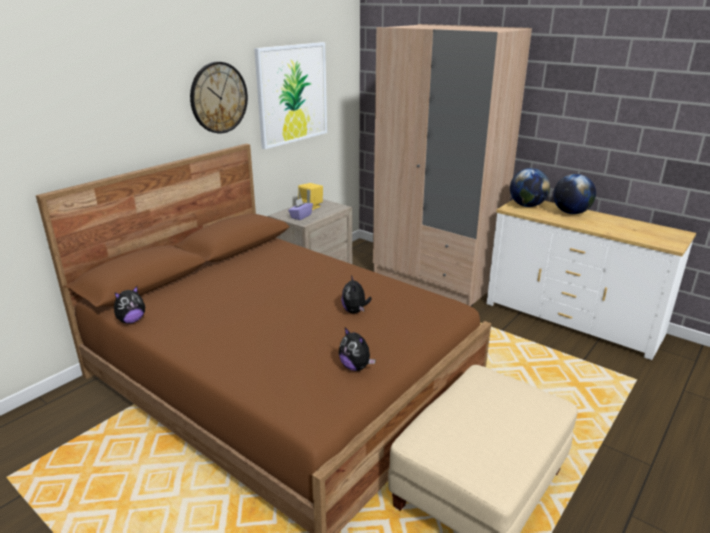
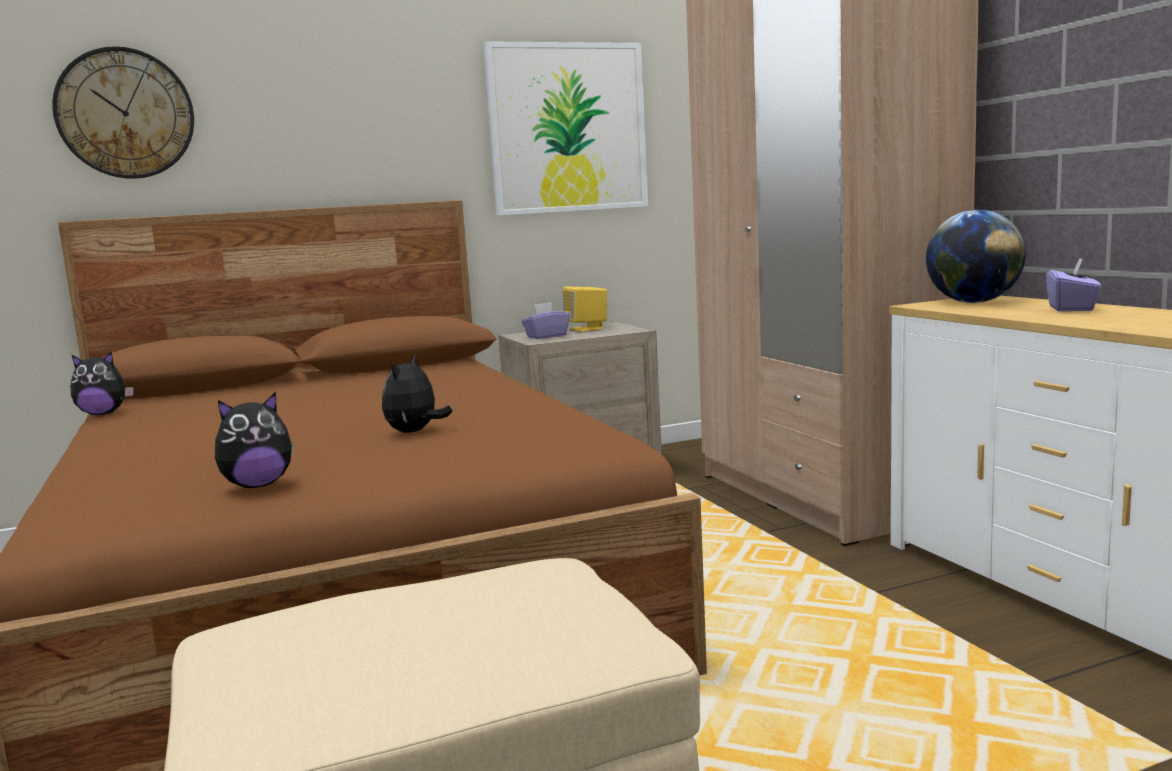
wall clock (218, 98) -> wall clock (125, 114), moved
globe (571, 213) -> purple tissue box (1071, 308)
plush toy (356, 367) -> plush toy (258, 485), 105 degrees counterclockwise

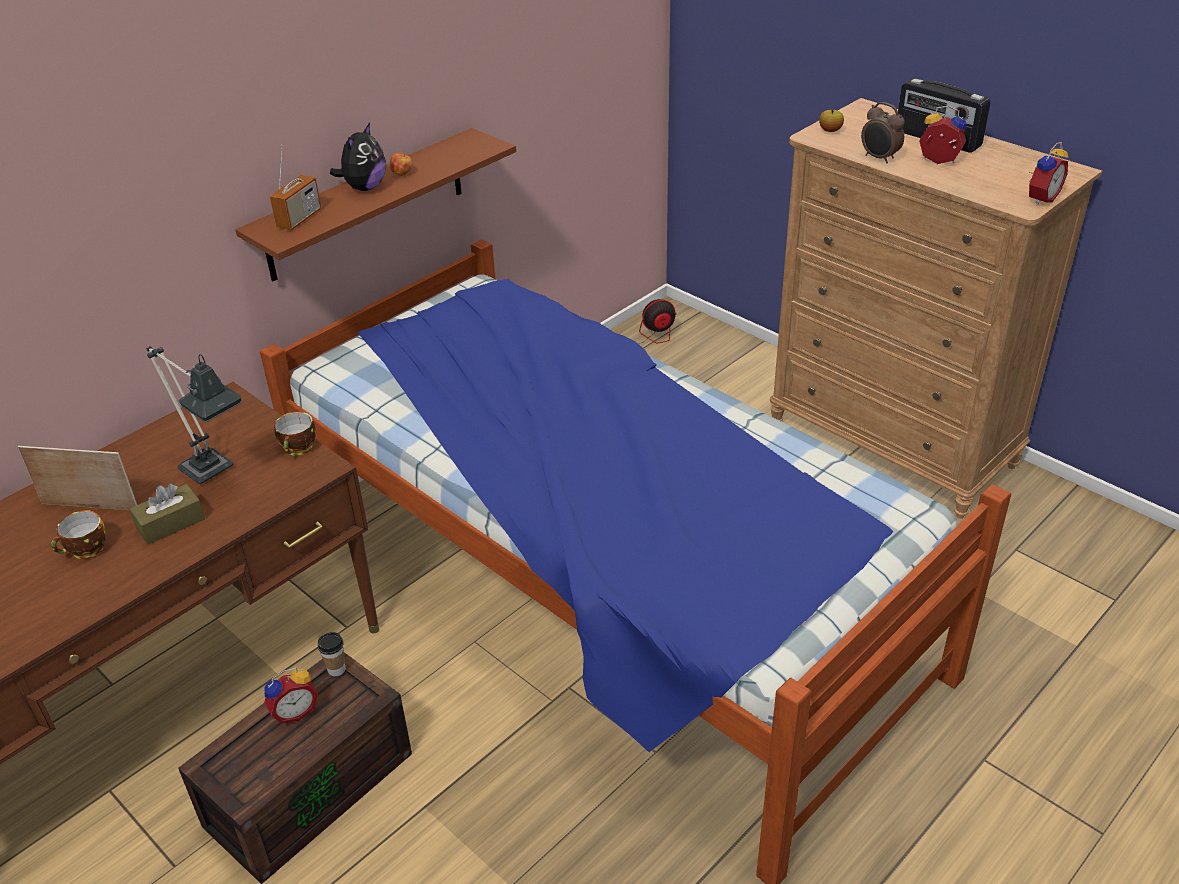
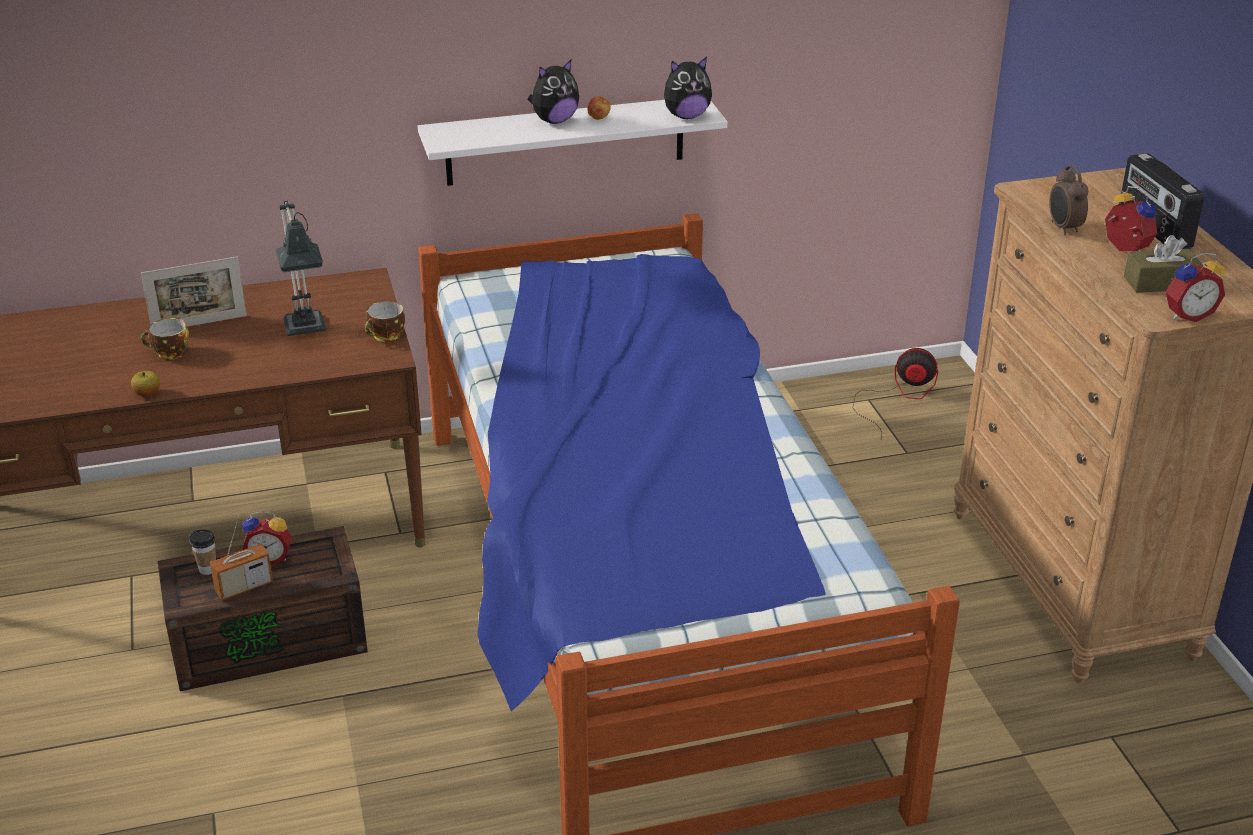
apple (830, 130) -> apple (147, 394), moved
brown shelf (366, 205) -> white shelf (565, 140)
radio (299, 219) -> radio (244, 587), moved
picture frame (90, 507) -> picture frame (199, 324), 120 degrees clockwise
brown tissue box (171, 523) -> brown tissue box (1160, 283), moved
cup (336, 669) -> cup (207, 569), moved
none -> plush toy (686, 116)

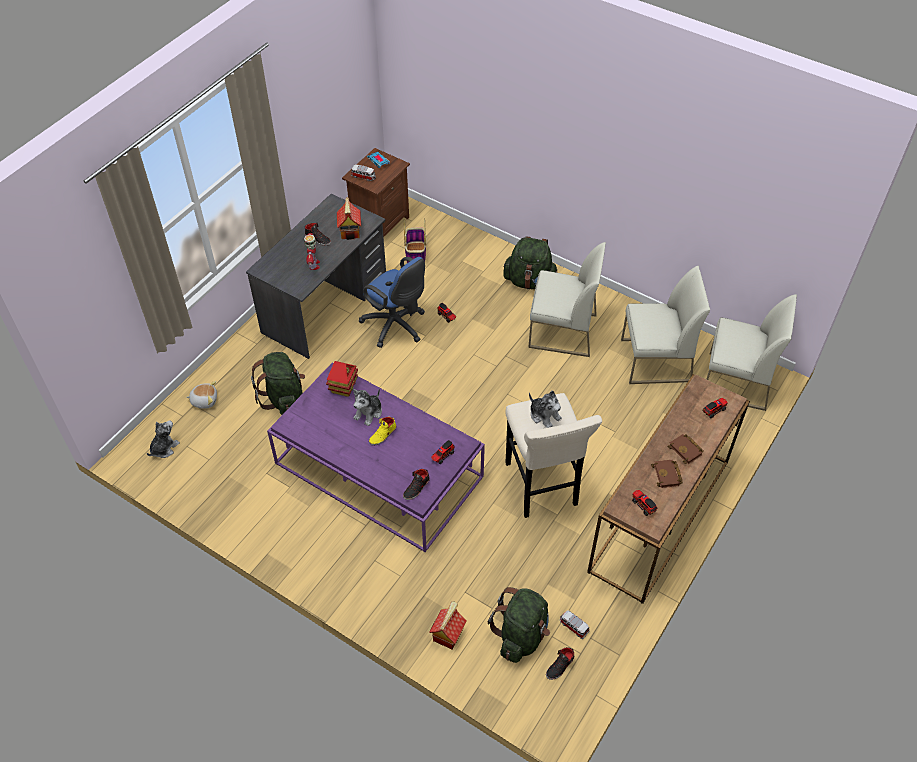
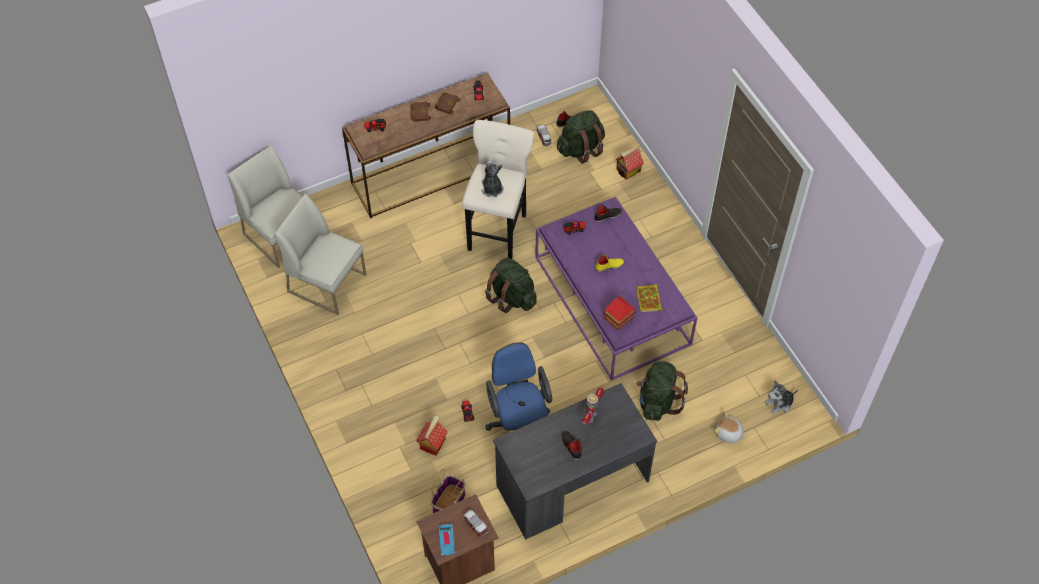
toy house (350, 231) -> toy house (432, 443), moved
green backpack (530, 281) -> green backpack (511, 297), moved
white chair (562, 331) -> none
plush toy (369, 413) -> none
none -> book (649, 300)

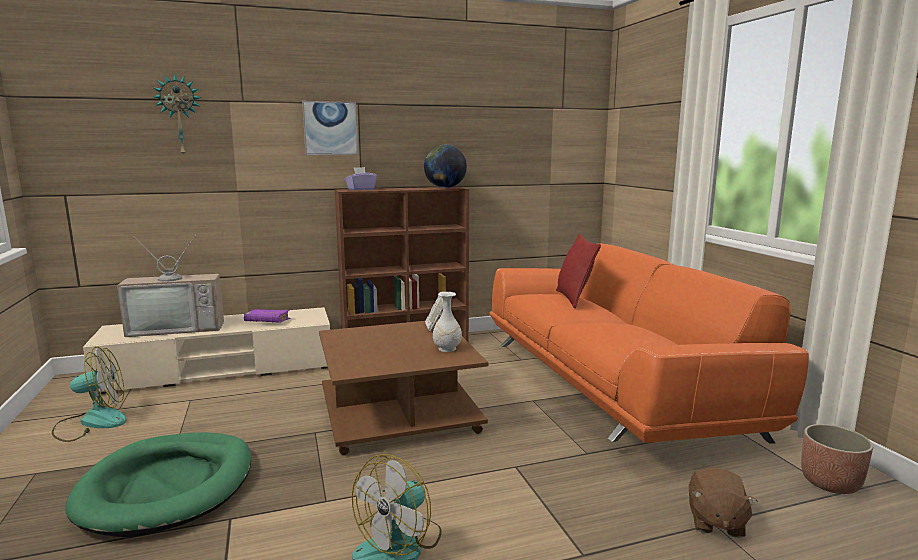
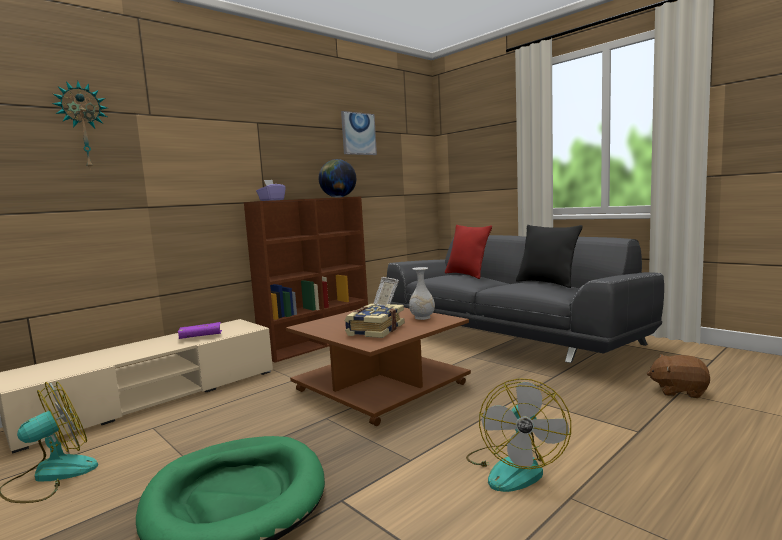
picture (330, 128) -> picture (358, 134), moved
television (178, 327) -> none
orange sofa (613, 386) -> grey sofa (512, 337)
planter (830, 483) -> none
brown plush toy (715, 521) -> brown plush toy (678, 391), 120 degrees clockwise
none -> black pillow (547, 283)
none -> book (374, 330)

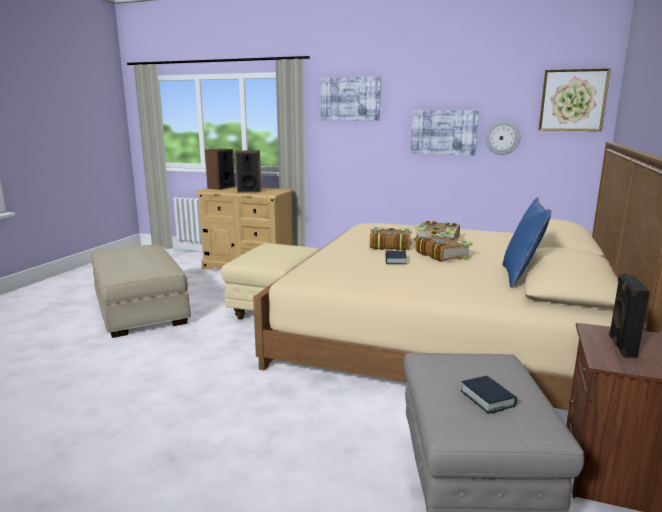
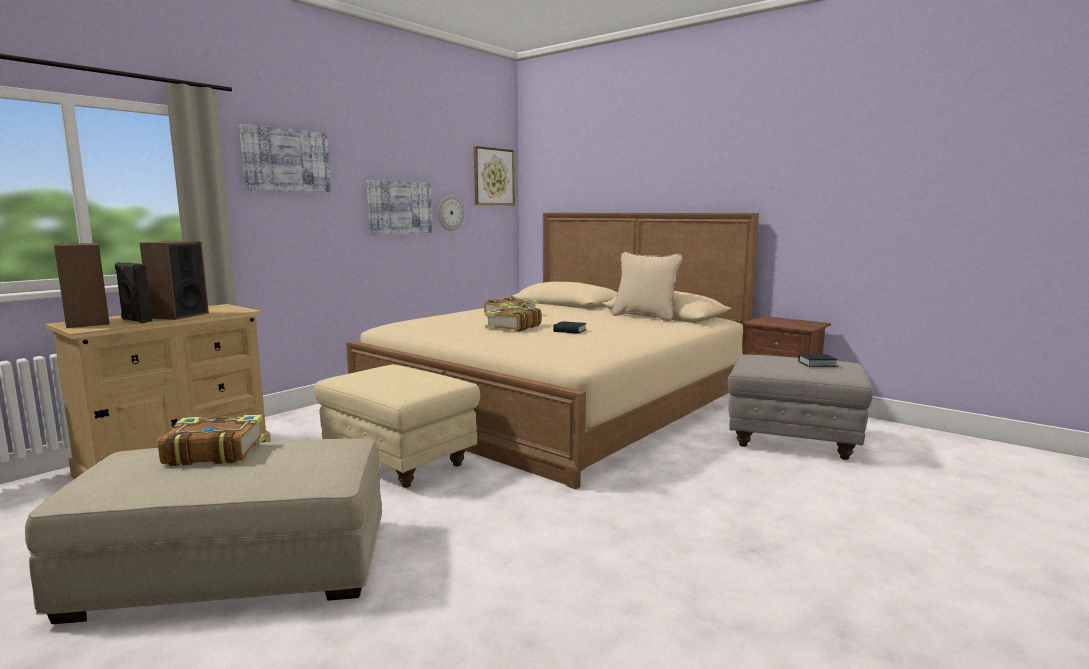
blue pillow (520, 277) -> beige pillow (645, 317)
book (442, 255) -> book (213, 452), moved
black speaker (621, 346) -> black speaker (135, 320), moved

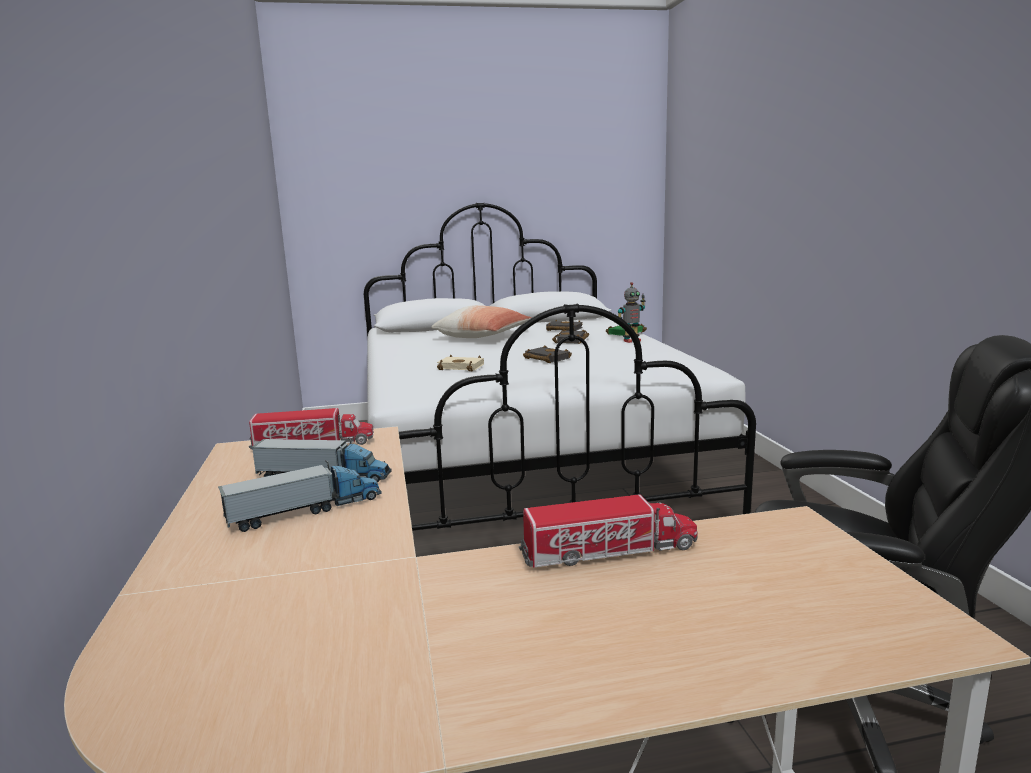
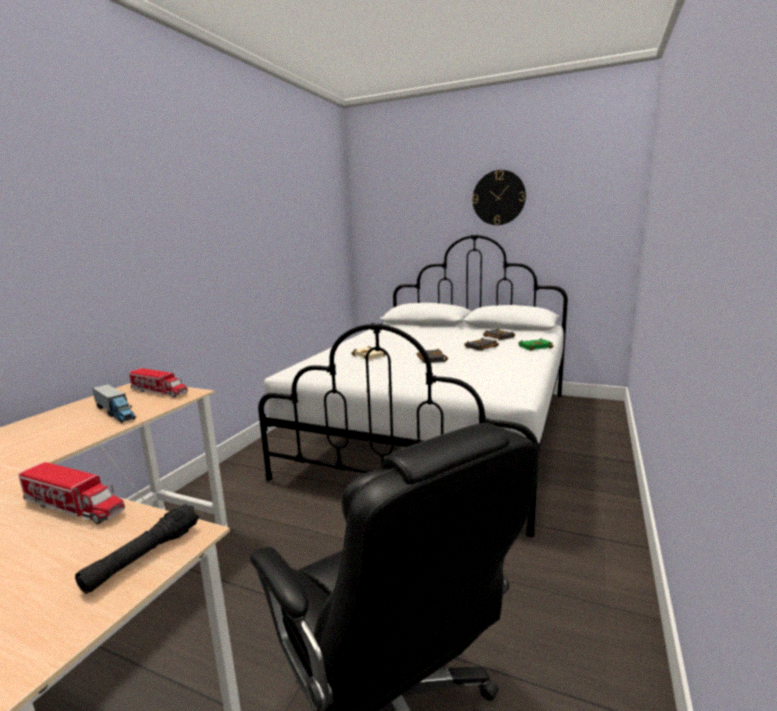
toy robot (631, 341) -> none
pillow (483, 337) -> none
toy truck (306, 511) -> none
none -> wall clock (498, 198)
none -> black flashlight (143, 556)

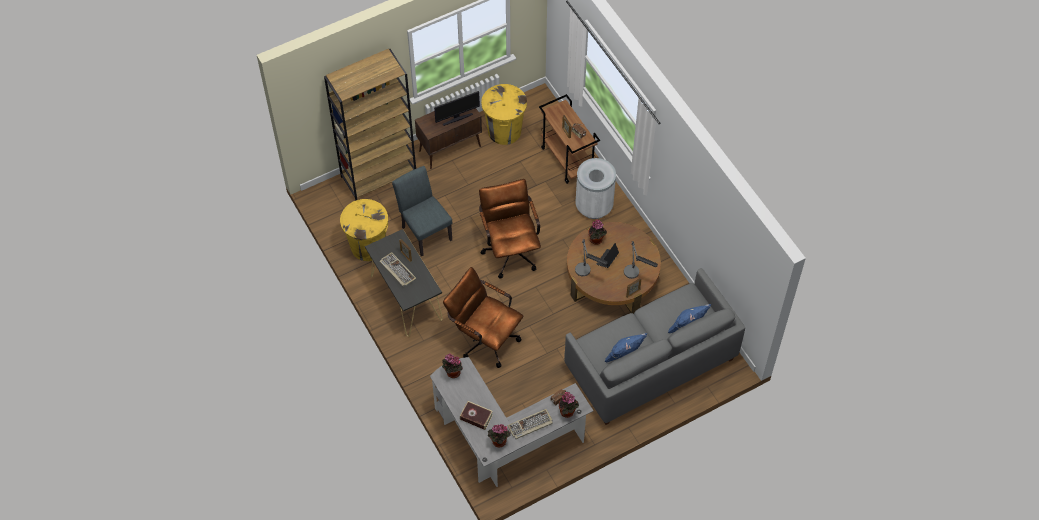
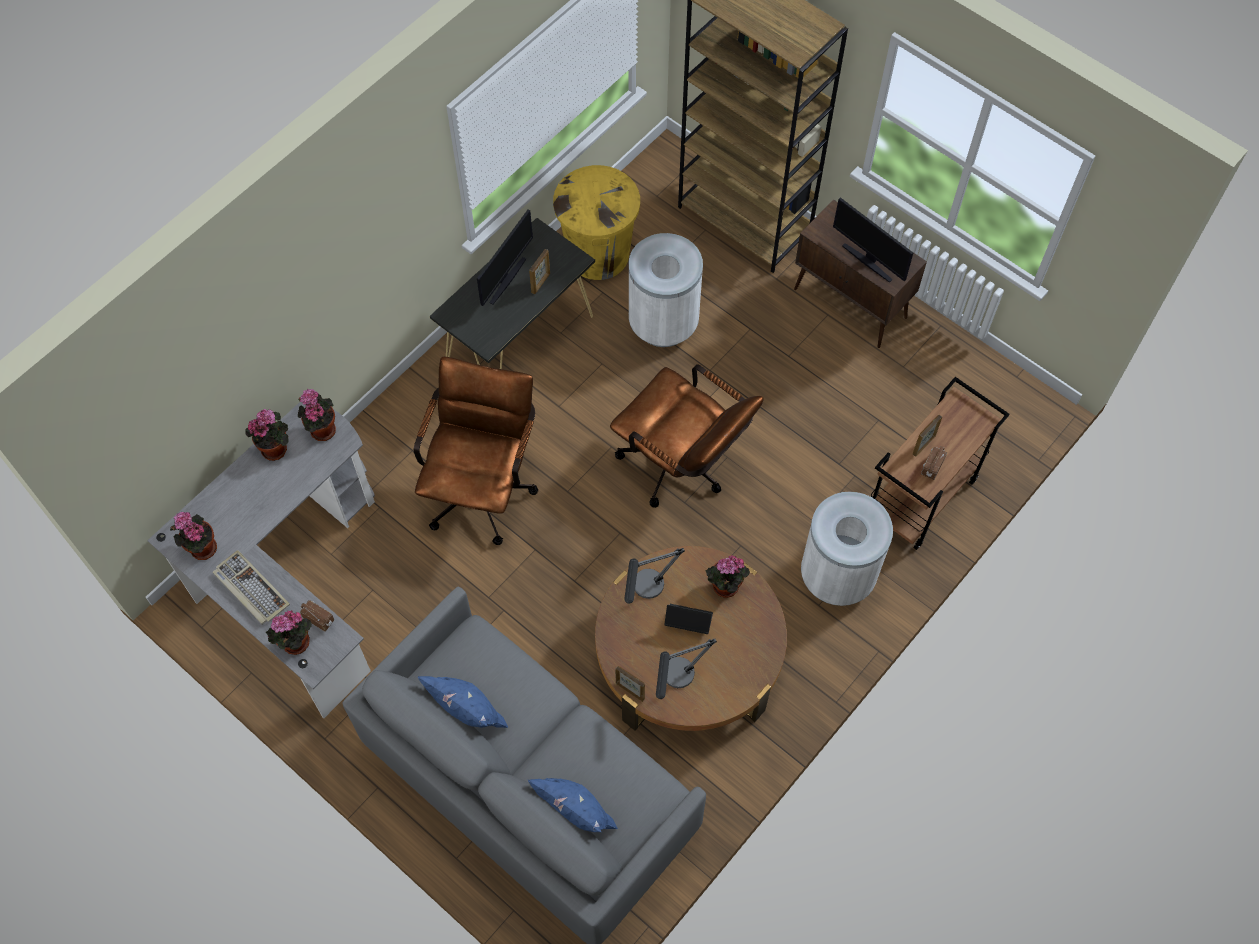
yellow trash can (504, 131) -> none
grey chair (424, 230) -> white trash can (663, 323)
brown office chair (510, 249) -> brown office chair (681, 466), 75 degrees clockwise
keyboard (397, 270) -> monitor (506, 280)
book (476, 417) -> none
none -> potted plant (276, 447)

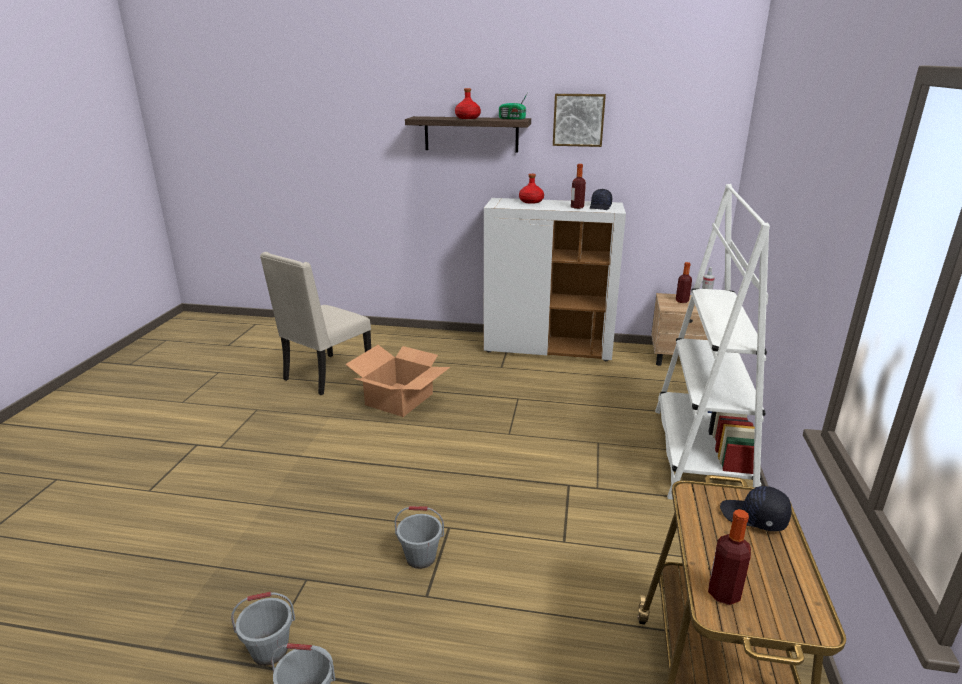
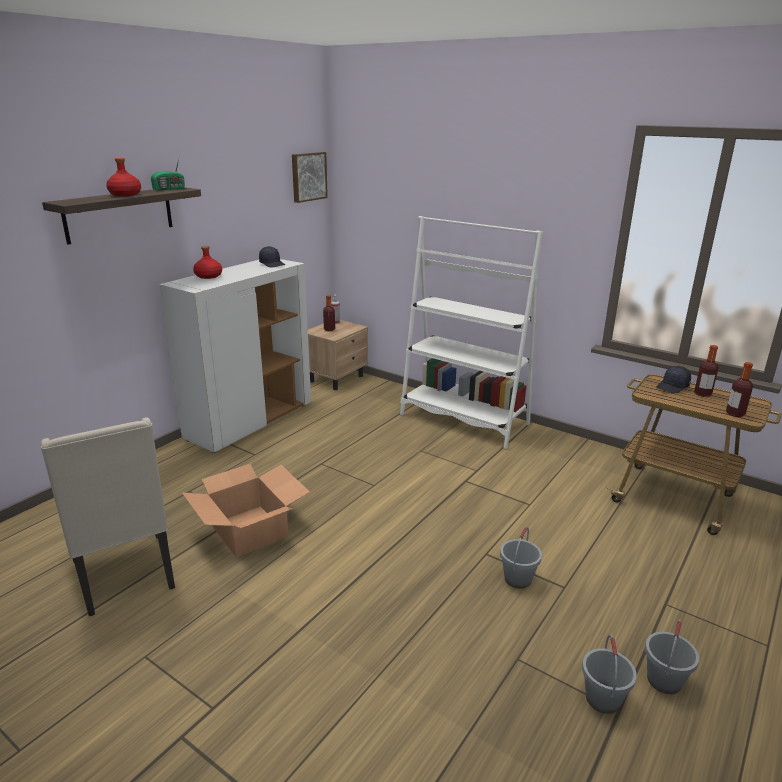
picture (578, 120) -> picture (308, 176), moved
bottle (577, 207) -> bottle (702, 394), moved

